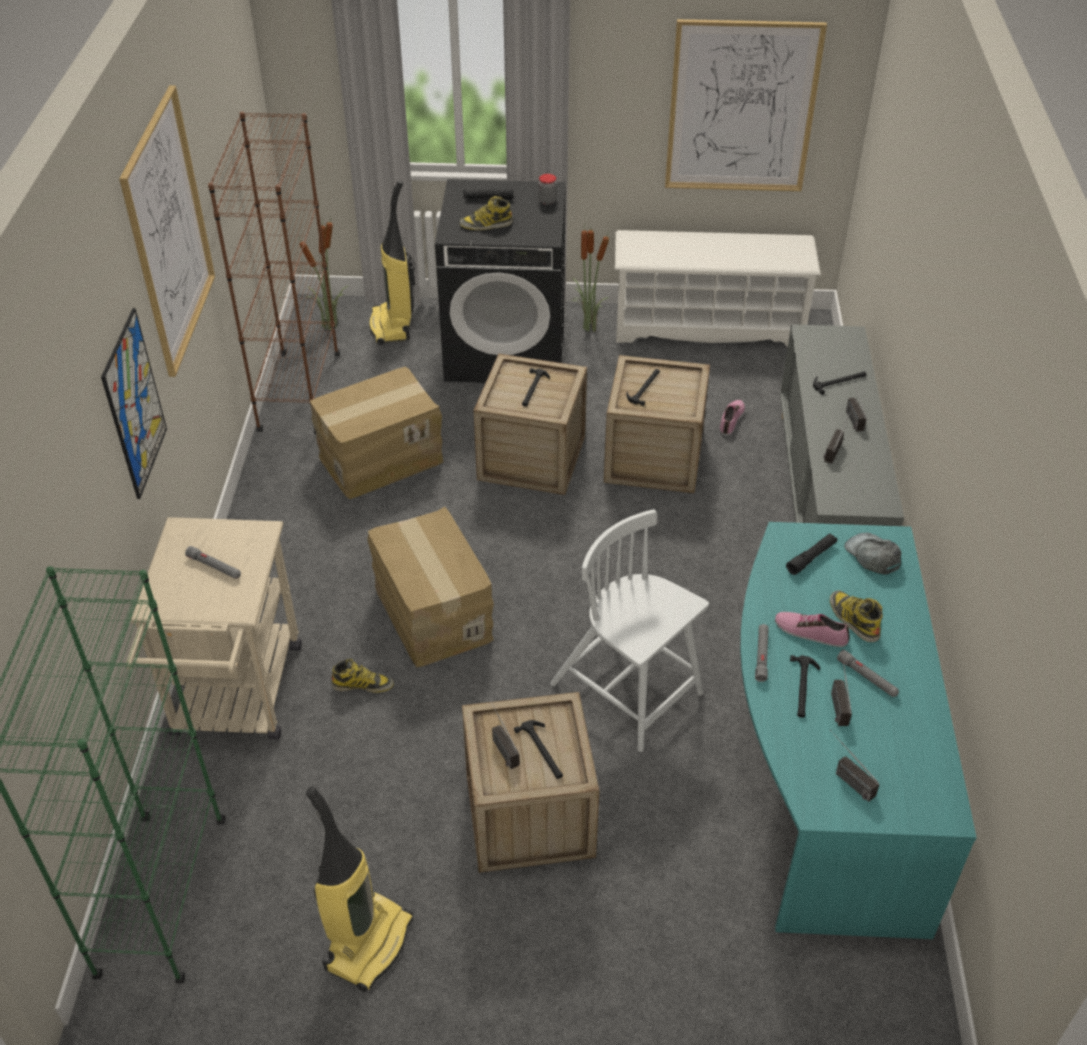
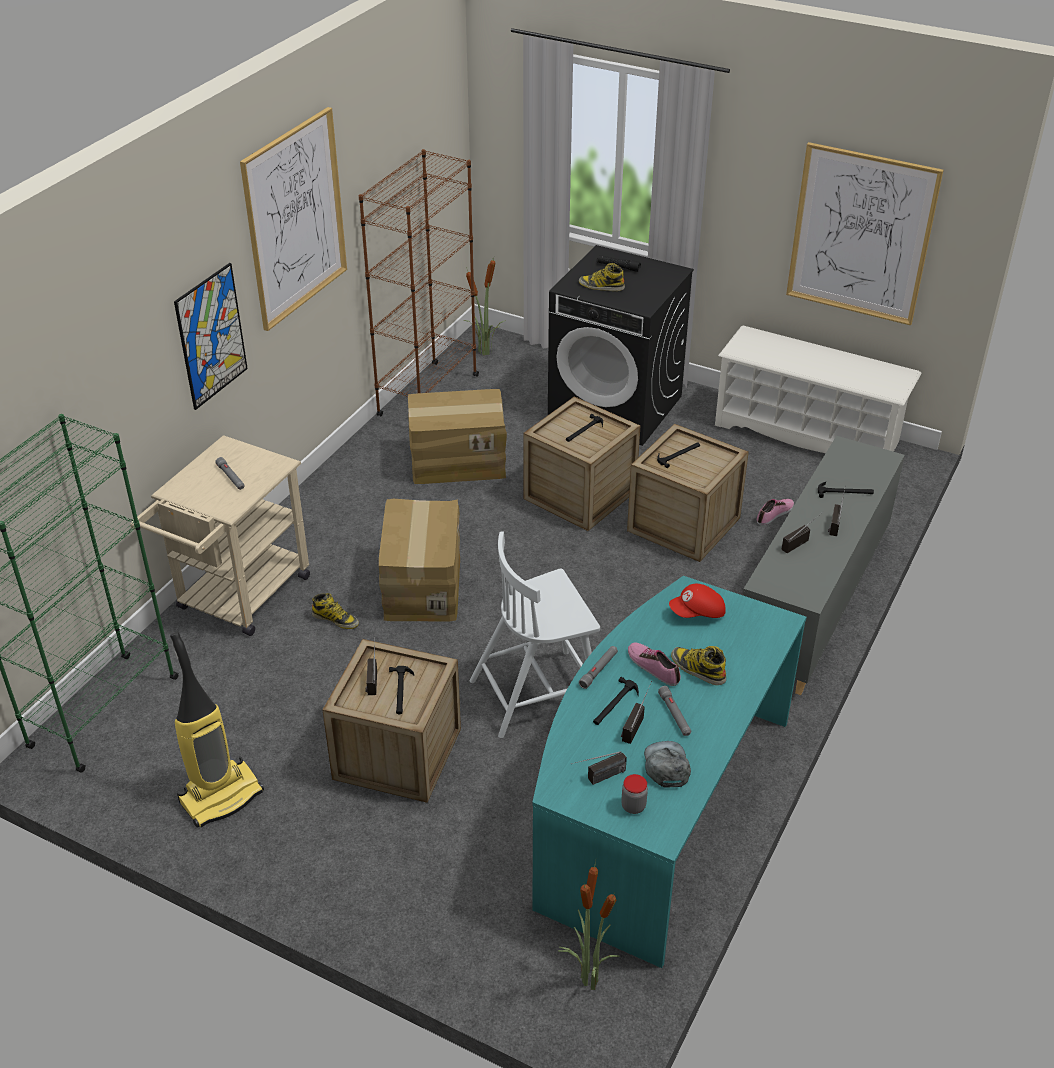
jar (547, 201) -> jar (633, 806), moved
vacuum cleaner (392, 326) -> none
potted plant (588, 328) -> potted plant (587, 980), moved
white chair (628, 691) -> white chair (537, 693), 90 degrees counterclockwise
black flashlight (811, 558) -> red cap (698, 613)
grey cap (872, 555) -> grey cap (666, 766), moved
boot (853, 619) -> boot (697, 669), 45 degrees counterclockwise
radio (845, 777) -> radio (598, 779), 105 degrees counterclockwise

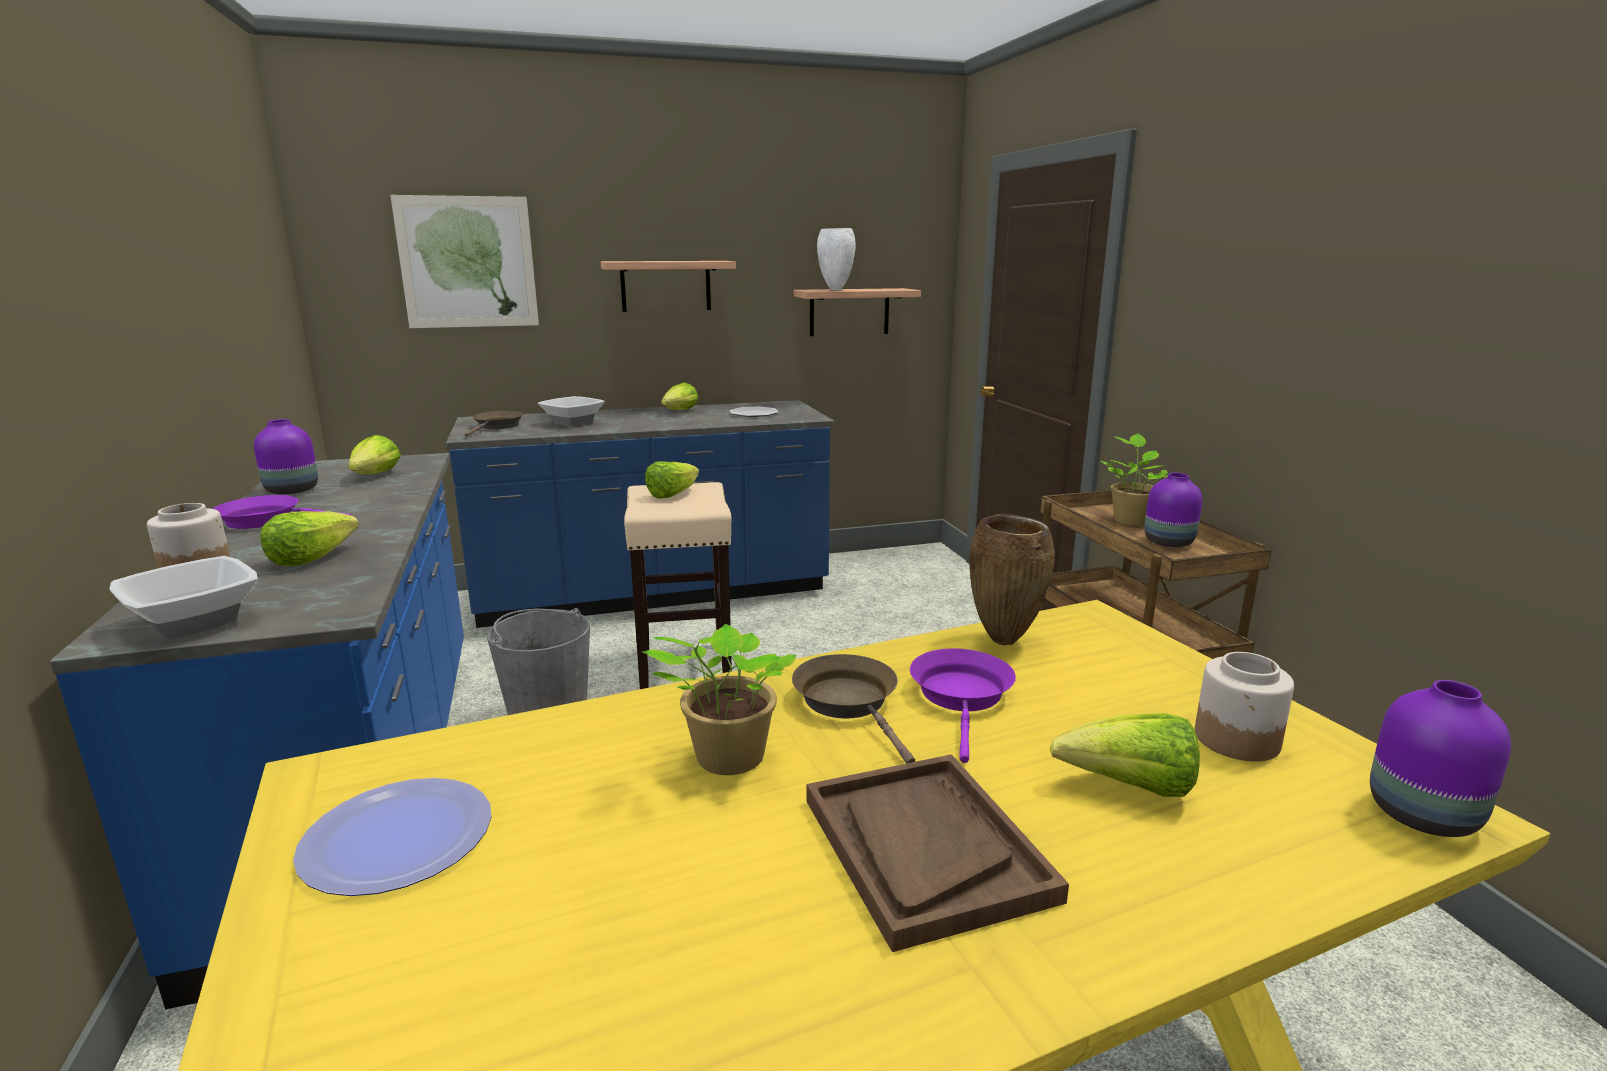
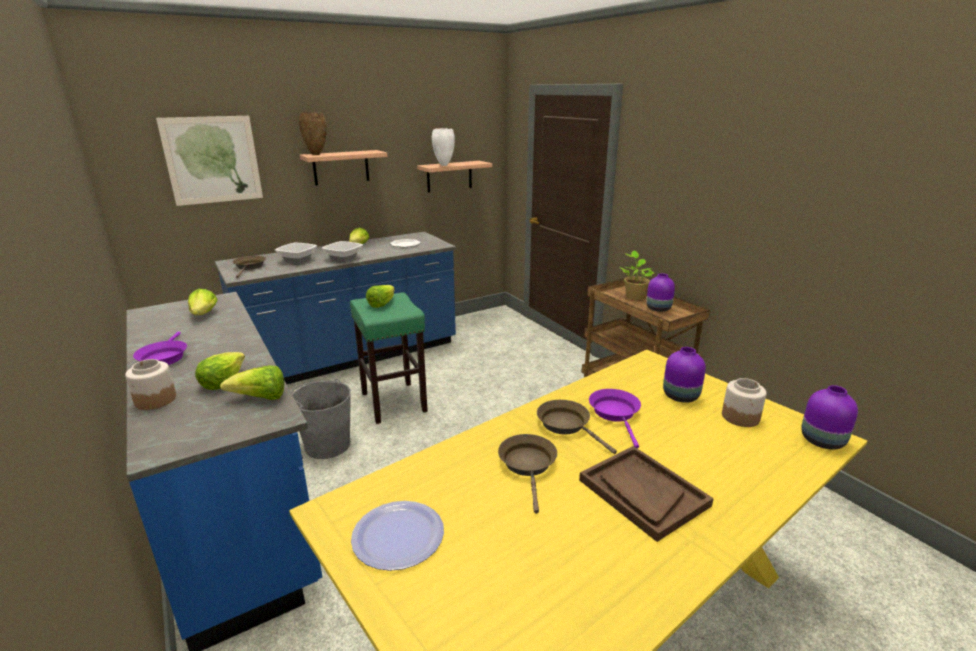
purple vase (290, 491) -> purple vase (680, 396), moved
beige stool (685, 668) -> green stool (394, 402)
purple frying pan (267, 520) -> purple frying pan (164, 357), 90 degrees counterclockwise
brown vase (1005, 641) -> brown vase (317, 154), moved
bowl (192, 623) -> bowl (343, 259), moved
potted plant (726, 760) -> brown frying pan (528, 465)
lettuce (1129, 788) -> lettuce (260, 398), moved

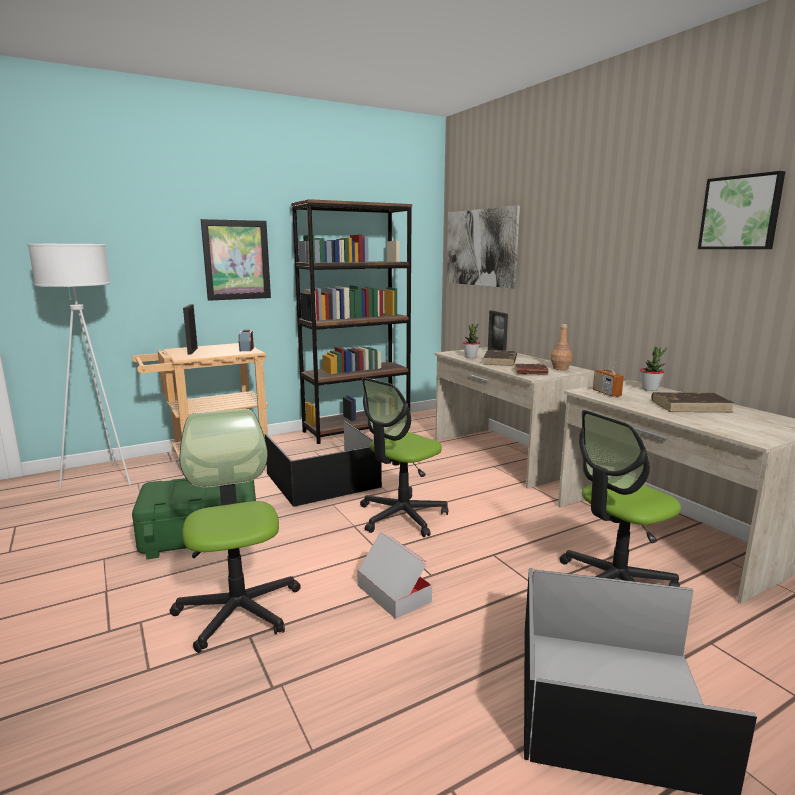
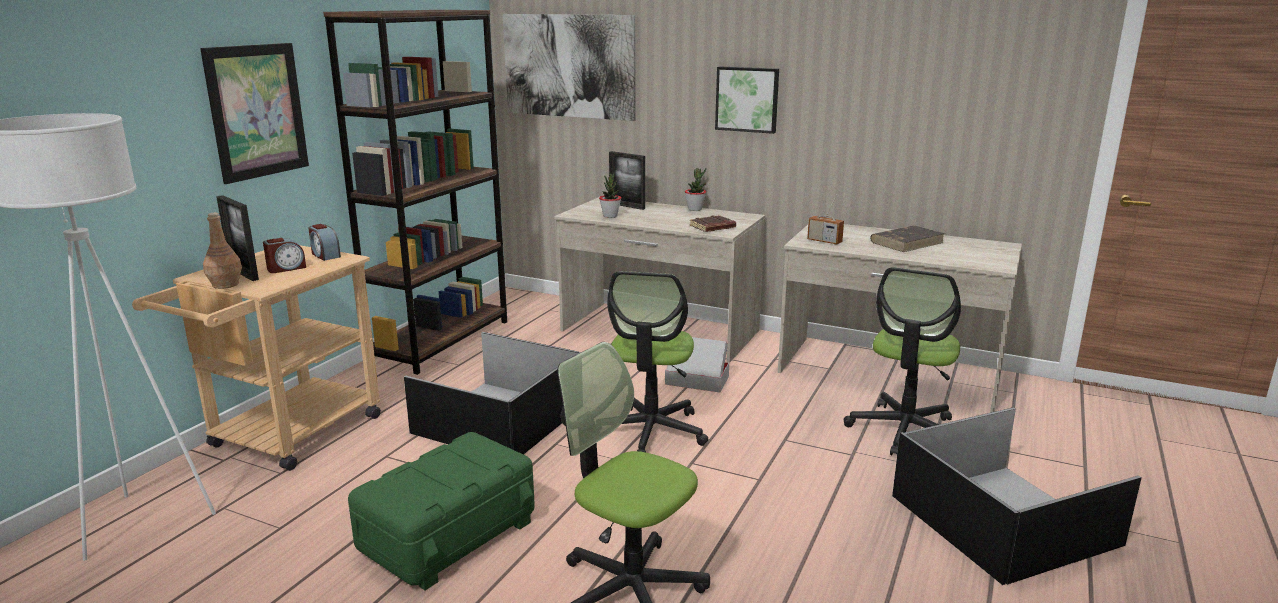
picture (741, 213) -> picture (747, 99), moved
brown bottle (560, 368) -> brown bottle (226, 284), moved
potted plant (649, 389) -> potted plant (695, 209), moved
brown book (500, 361) -> none
cardboard box (393, 593) -> cardboard box (696, 380), moved
none -> alarm clock (286, 268)

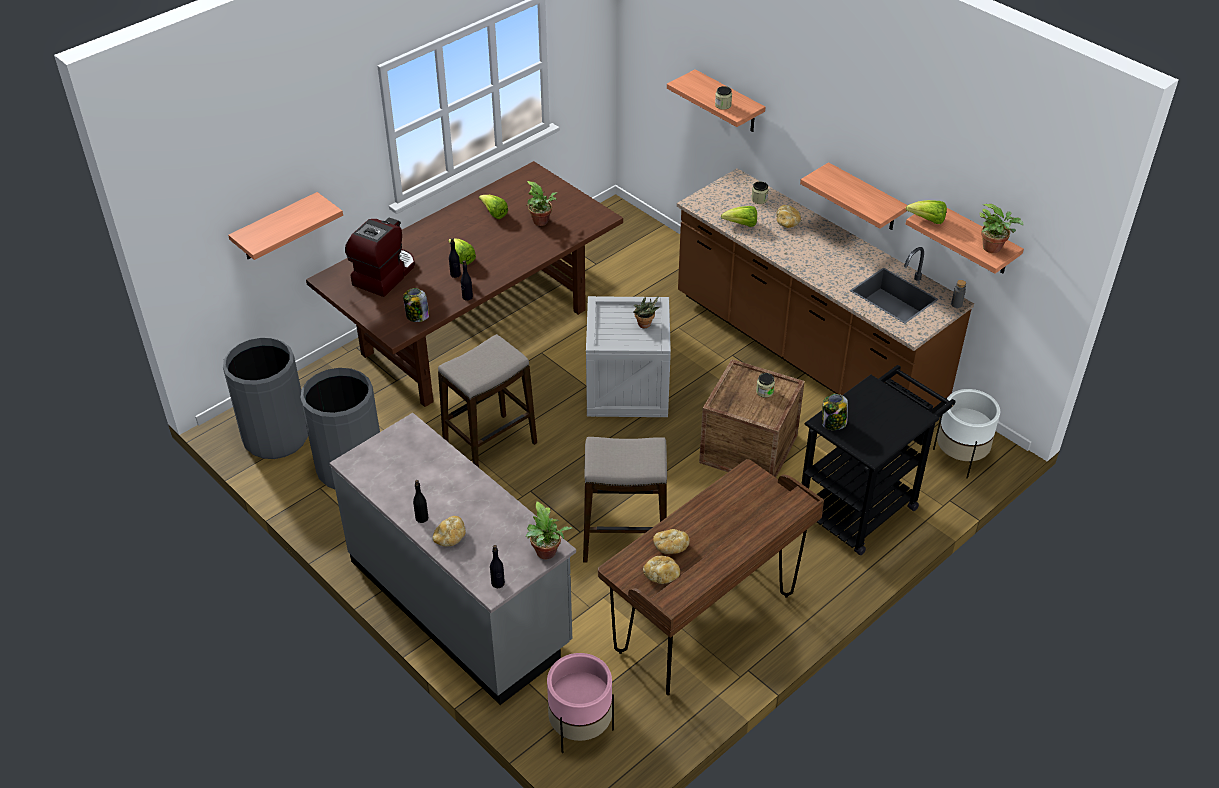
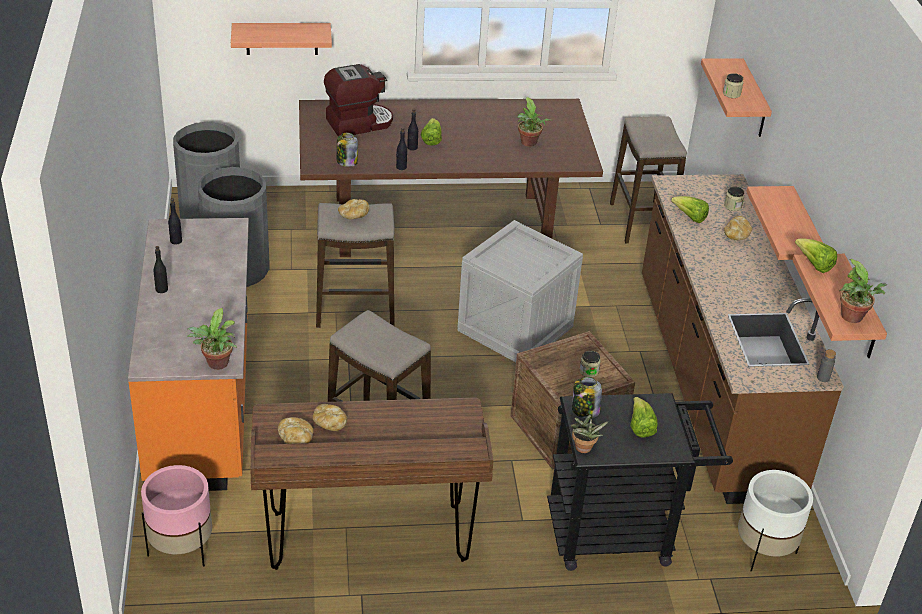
lettuce (494, 213) -> lettuce (640, 427), moved
potted plant (645, 325) -> potted plant (583, 449), moved
grey counter (460, 603) -> orange counter (202, 405)
bread (450, 538) -> bread (353, 216), moved
black bottle (498, 583) -> black bottle (176, 241), moved
none -> stool (641, 222)

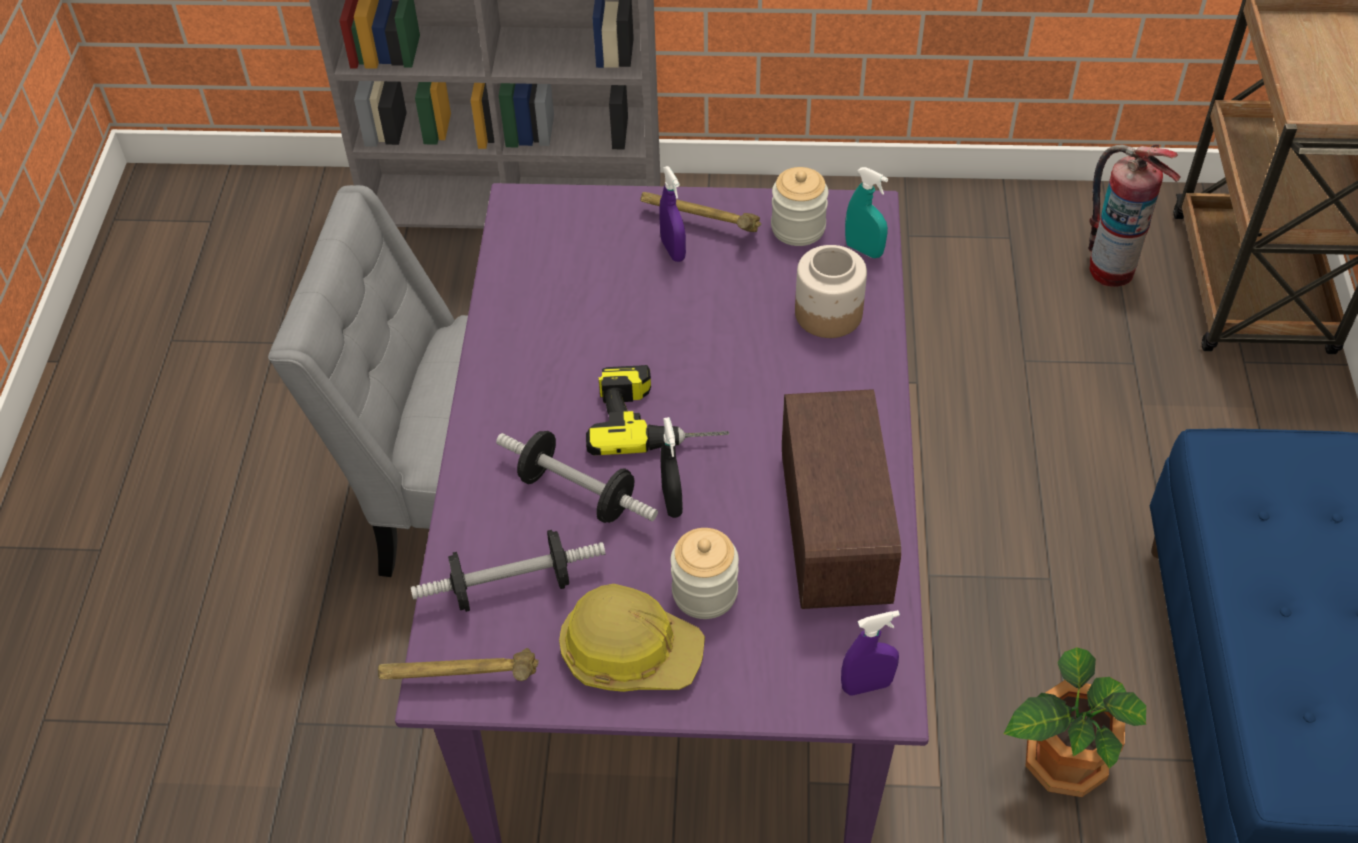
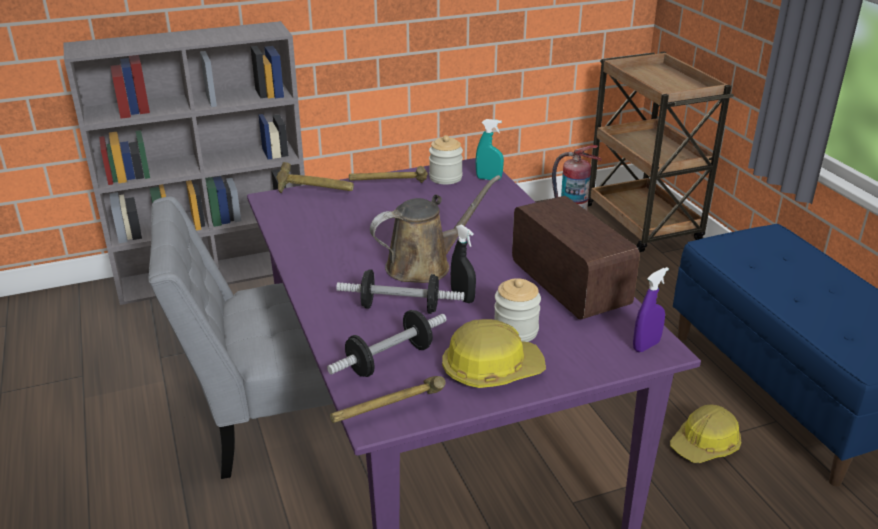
purple spray bottle (673, 250) -> none
jar (827, 314) -> none
power drill (656, 418) -> brown watering can (424, 265)
potted plant (1061, 761) -> hard hat (705, 445)
none -> hammer (315, 193)

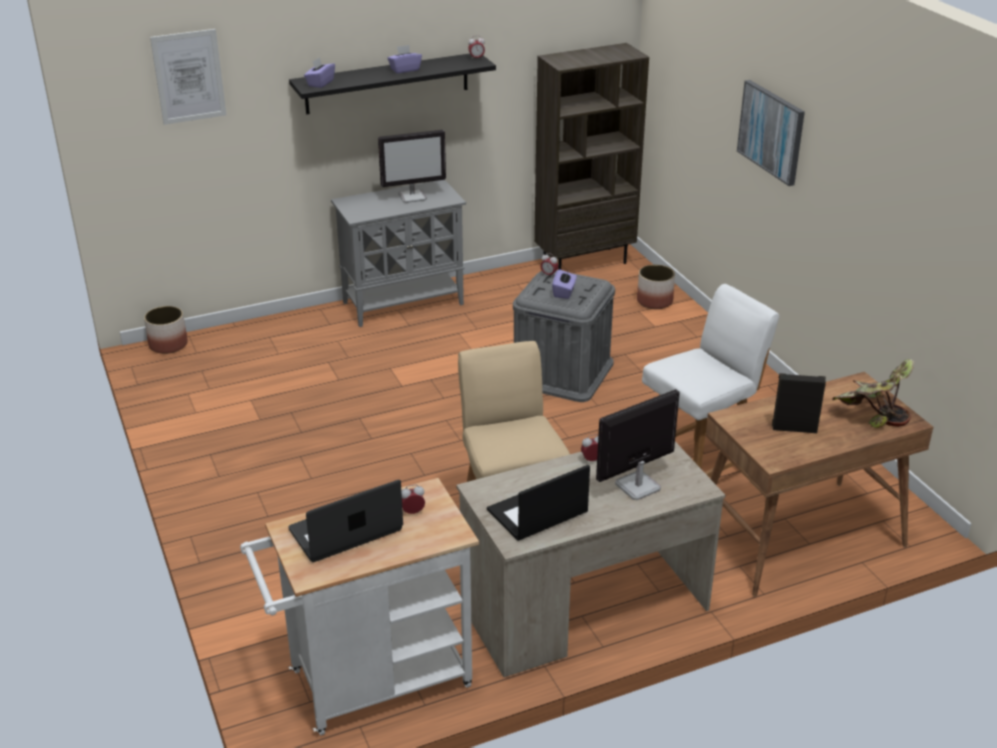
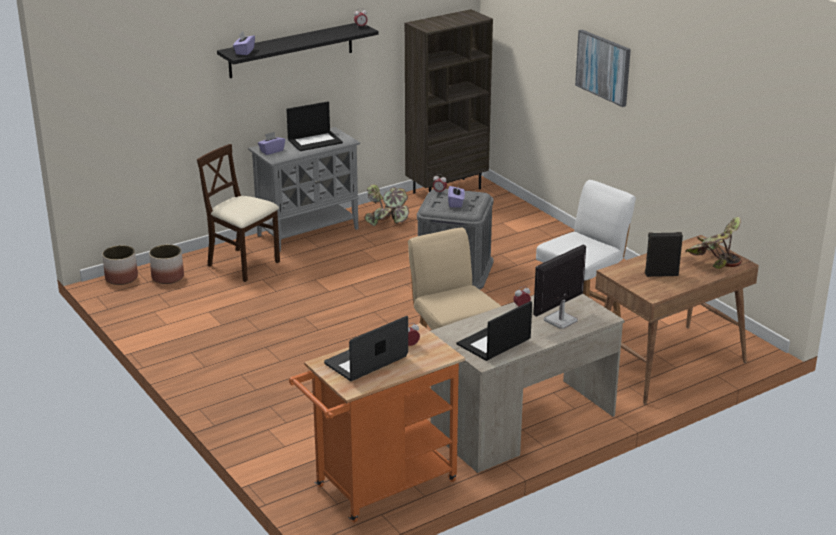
picture (189, 76) -> none
purple tissue box (405, 69) -> purple tissue box (271, 151), moved
monitor (413, 196) -> laptop (315, 141)
planter (655, 301) -> planter (168, 277), moved
white cart (369, 684) -> orange cart (378, 487)
none -> beige chair (243, 264)
none -> potted plant (388, 221)

